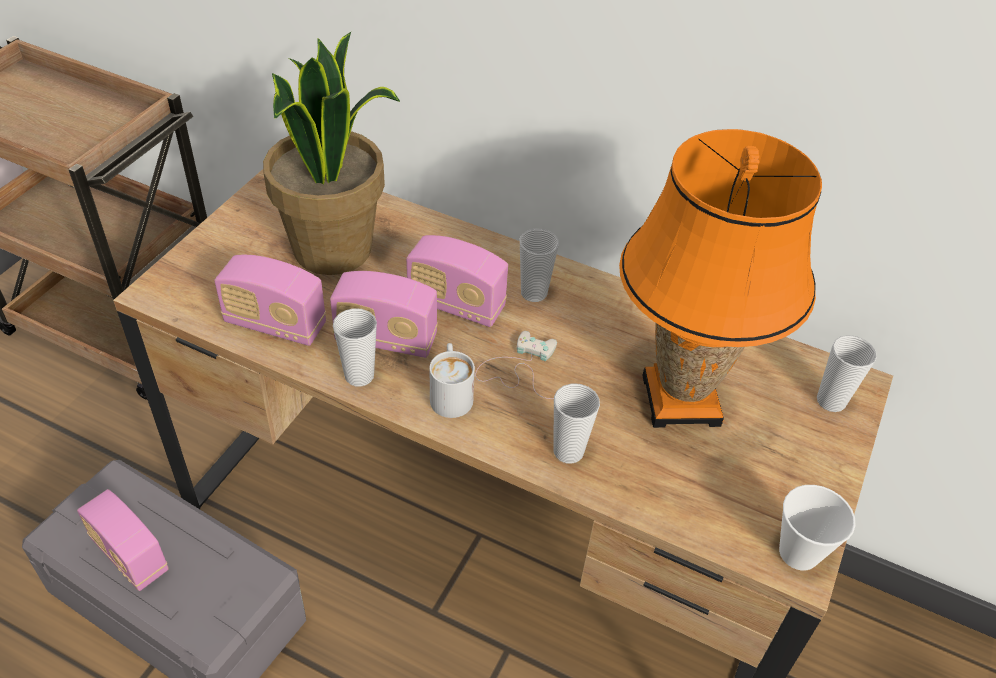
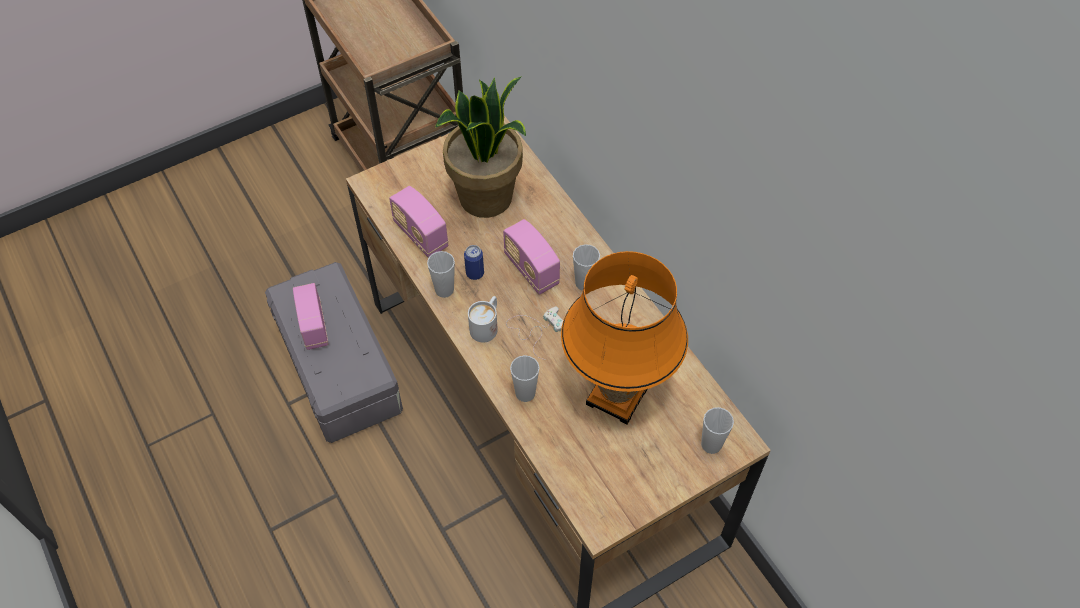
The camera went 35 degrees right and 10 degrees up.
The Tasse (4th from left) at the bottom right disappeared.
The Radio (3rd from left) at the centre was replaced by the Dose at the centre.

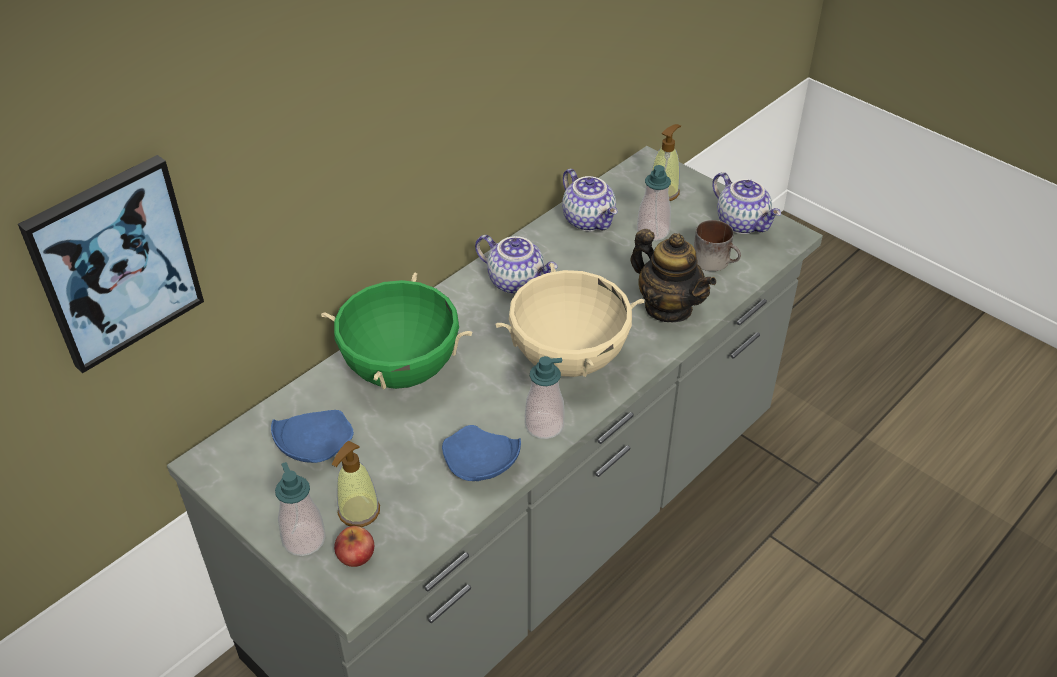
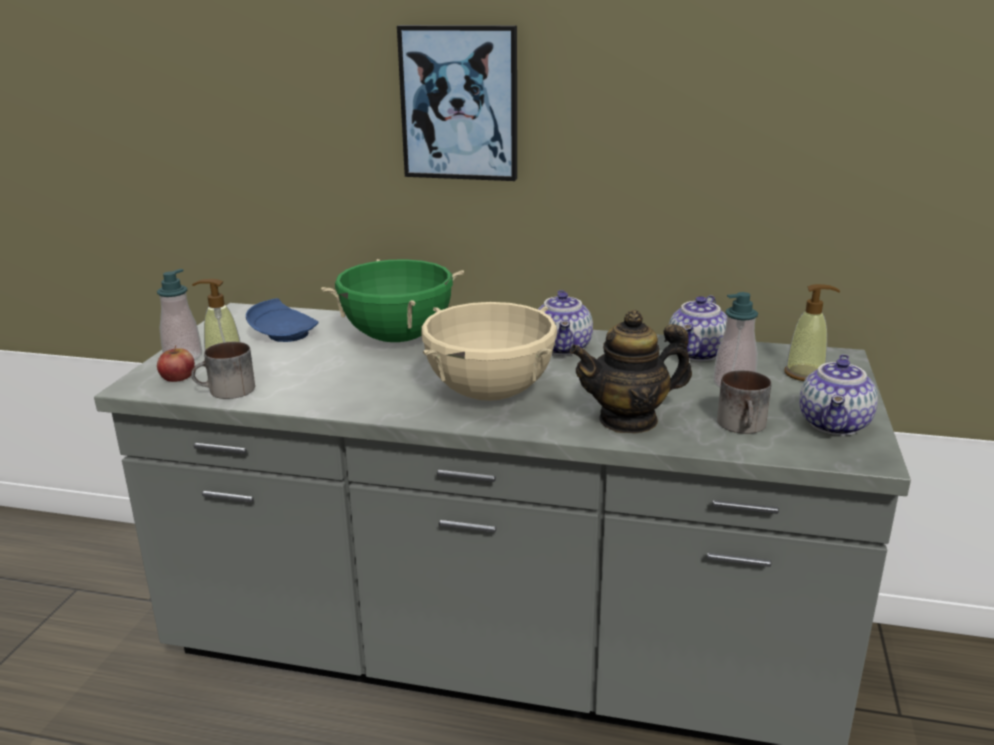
The camera went 60 degrees right and 20 degrees down.
The Teller/blau (2nd from left) at the bottom centre disappeared.
The Seifenspender (3rd from left) at the centre disappeared.
The Henkelbecher (1st from left) at the middle left appeared.
The Bild moved from the middle left to the top centre.
The Teekanne (3rd from left in the first image) at the centre turned 60 degrees clockwise.

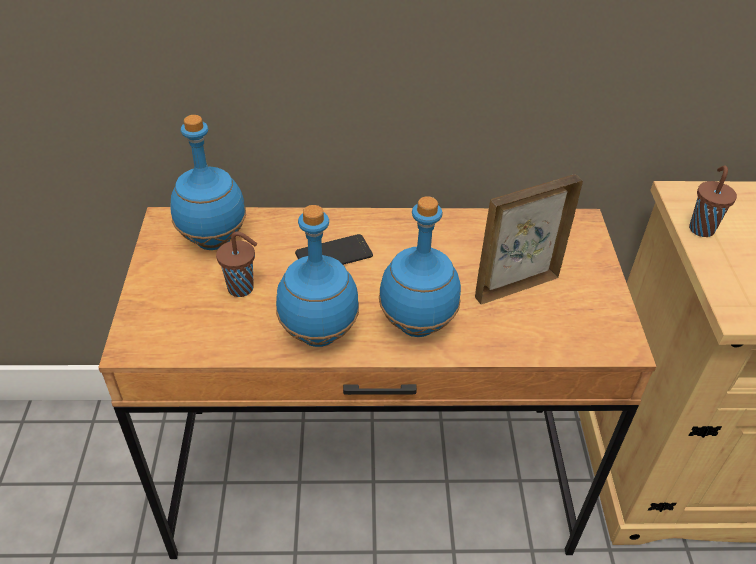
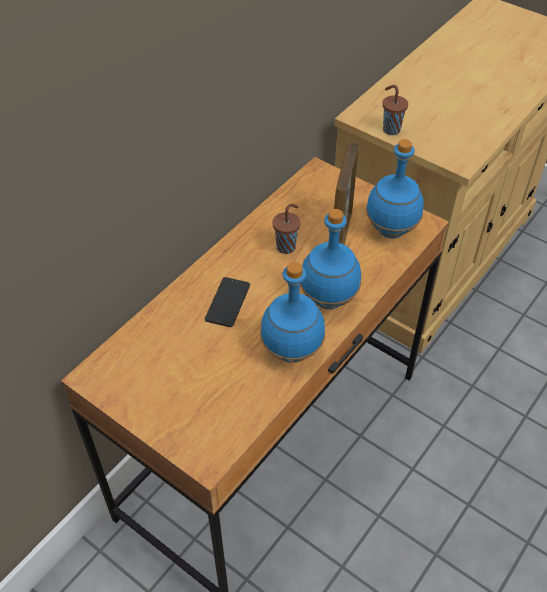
The camera went 50 degrees left and 5 degrees up.
The Flasche/blau (1st from left in the first image) moved from the top left to the top right.
The Tasse/braun (1st from left) moved from the middle left to the centre.

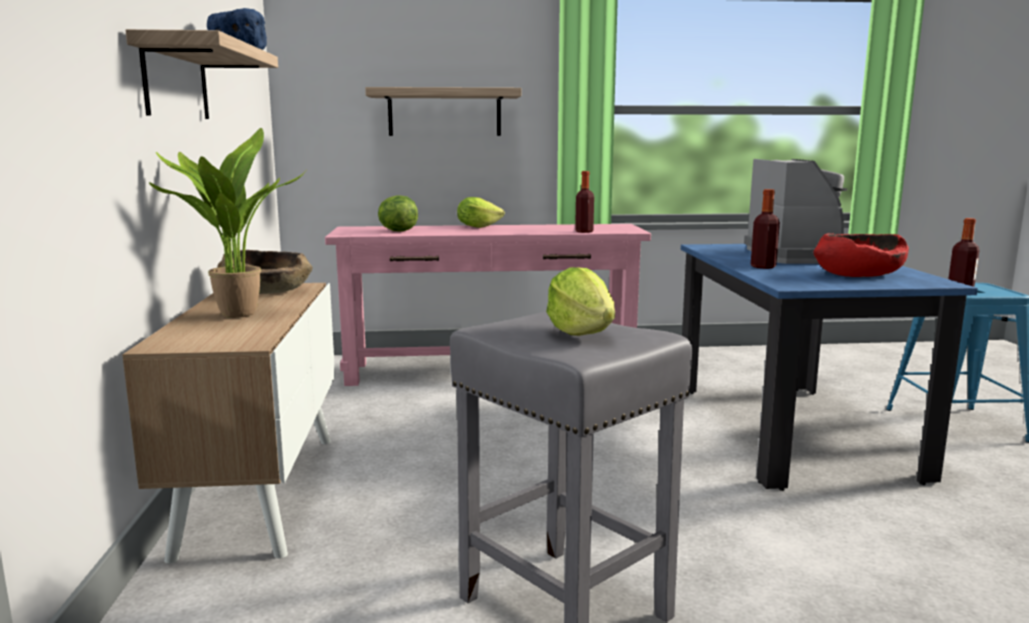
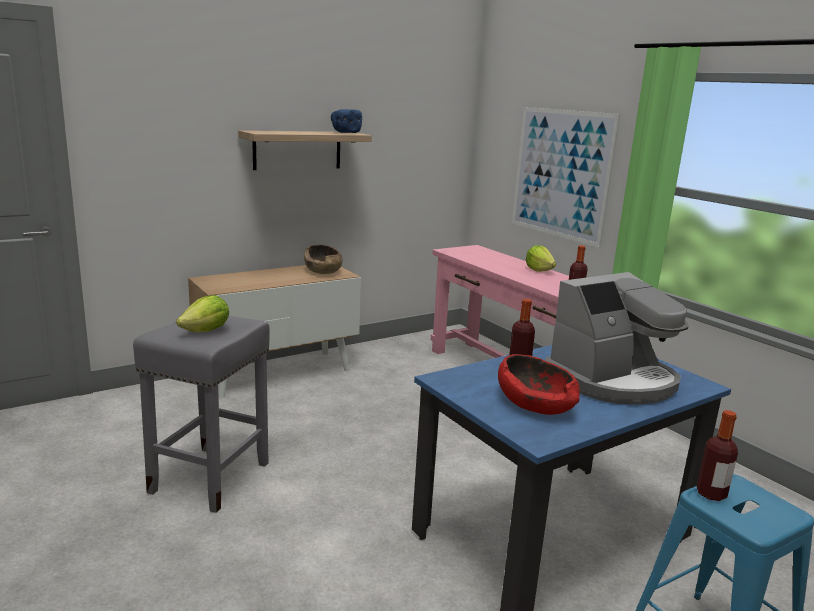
The camera went 60 degrees right and 5 degrees up.
The Topfpflanze at the middle left disappeared.
The Salatkopf (1st from left) at the centre disappeared.
The Wandregal (2nd from left) at the top centre was replaced by the Bild at the top right.

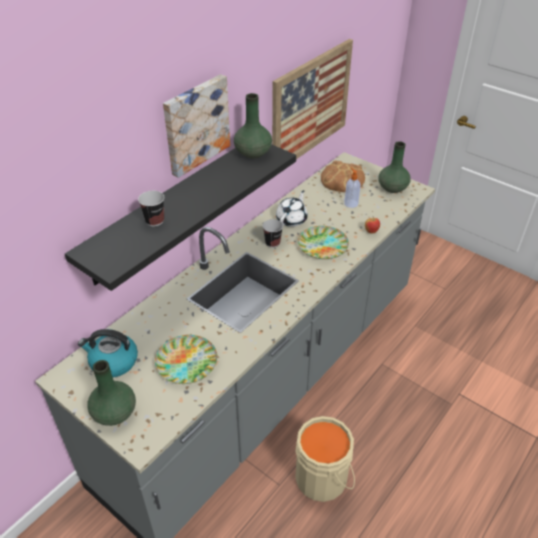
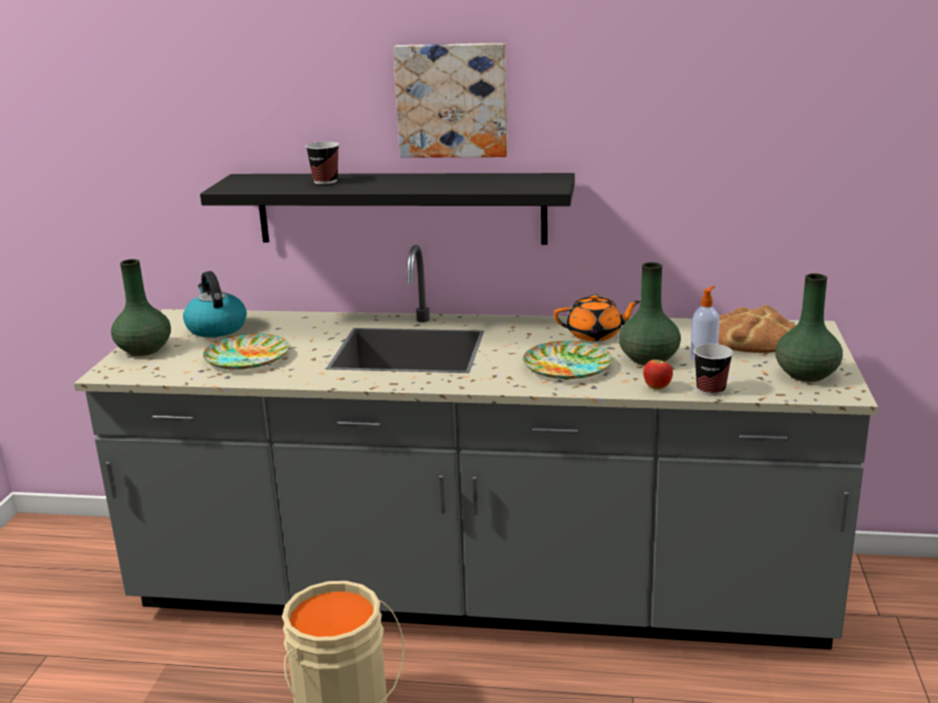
The camera went 60 degrees right and 20 degrees down.
The Bild (2nd from left) at the top centre disappeared.
The Vase/grün (2nd from left) moved from the top centre to the middle right.
The Tasse (2nd from left) moved from the centre to the middle right.
The Teekanne/weiß at the centre became the Teekanne/orange at the centre.

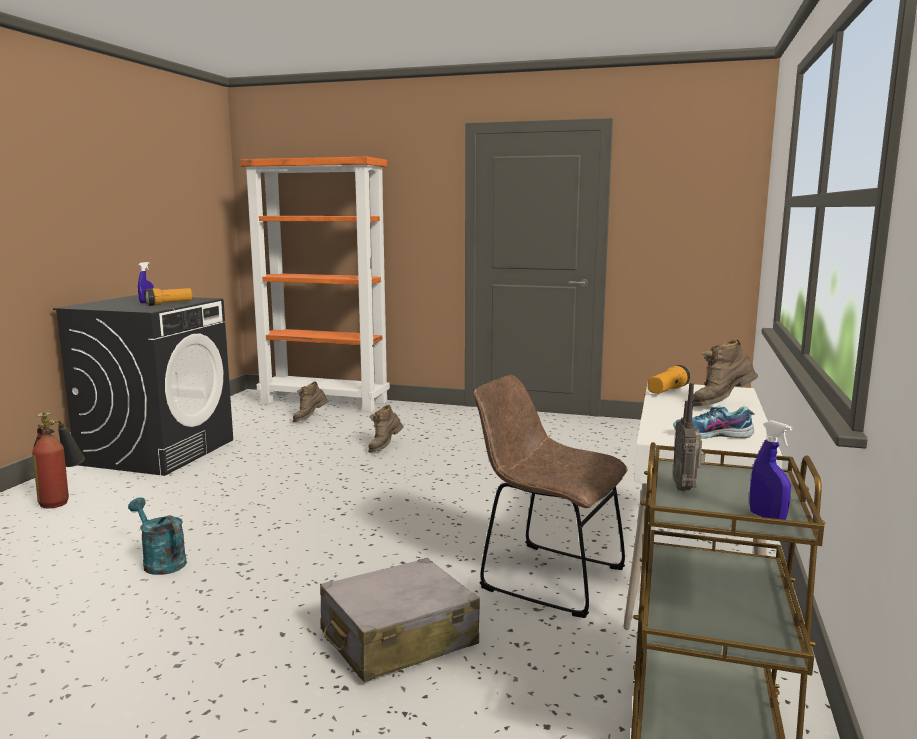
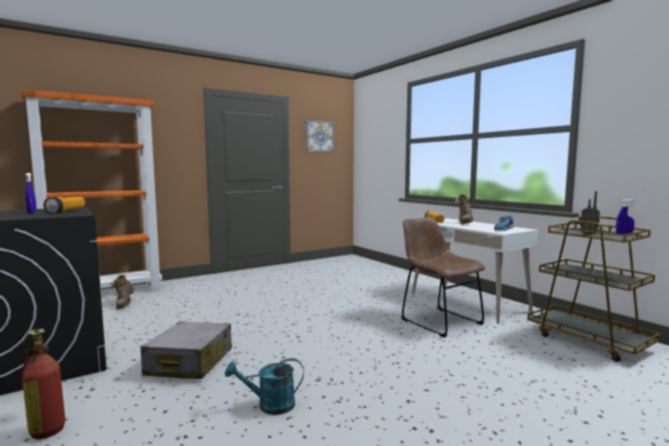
The camera went 50 degrees left and 5 degrees down.
The Stiefel/braun (2nd from left) at the centre disappeared.
The Bild at the top centre appeared.
The Koffer/grau moved from the bottom centre to the bottom left.
The Stuhl/braun at the bottom centre turned 75 degrees clockwise.

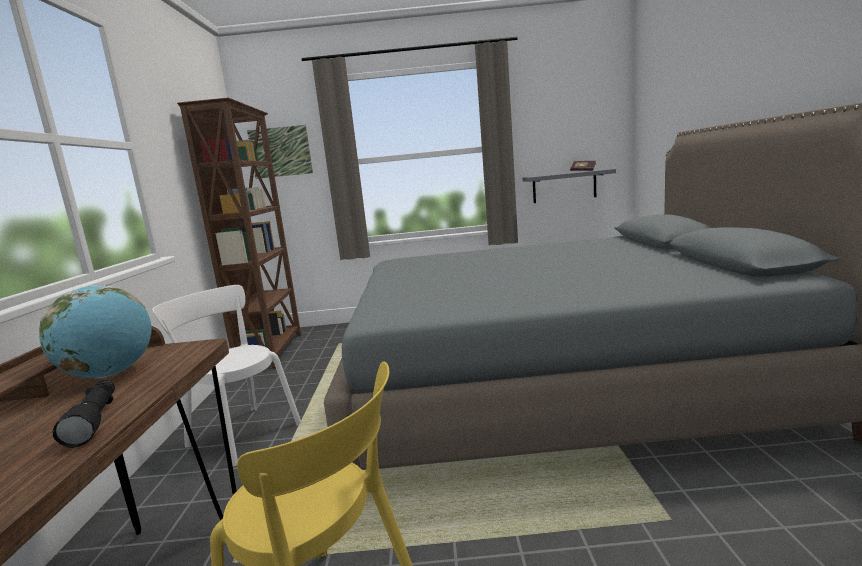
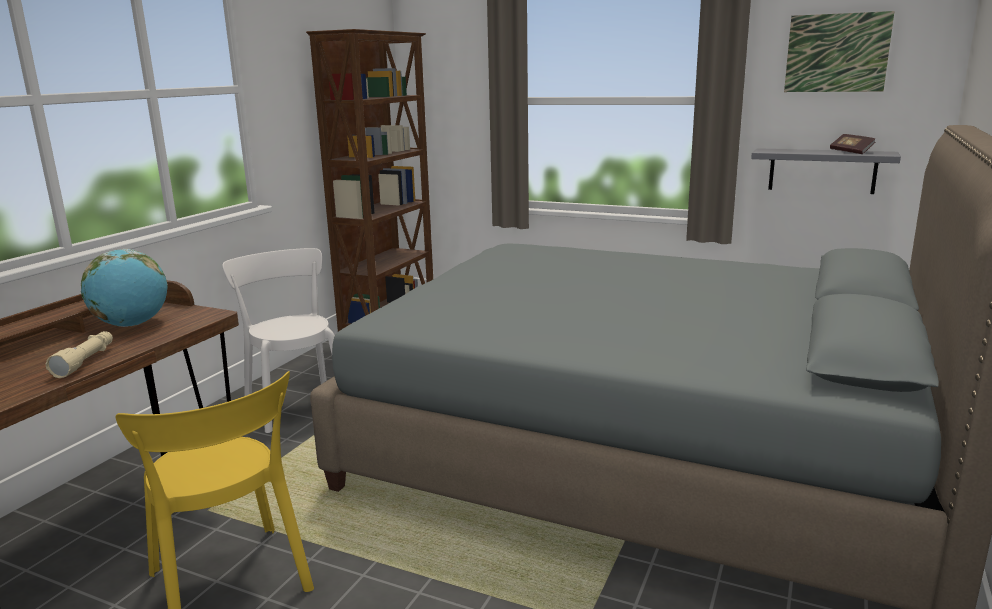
The camera went 25 degrees right and 5 degrees up.
The Bild moved from the top left to the top right.
The Taschenlampe/schwarz at the bottom left became the Taschenlampe/beige at the middle left.

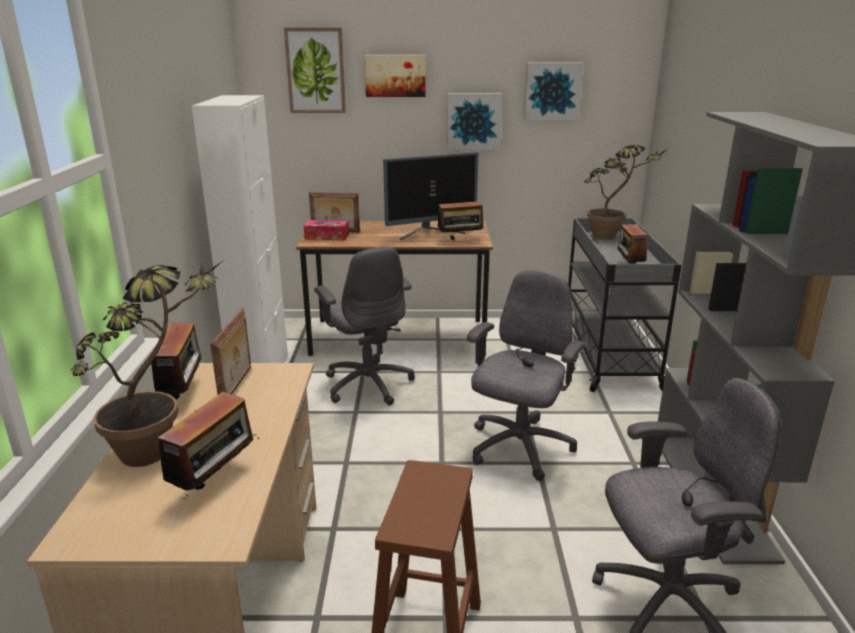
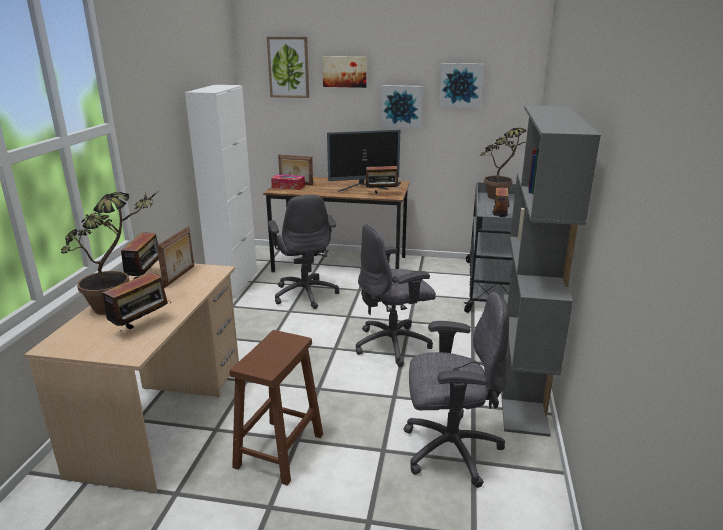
The camera went 10 degrees right and 0 degrees up.
The Bürostuhl/grau (2nd from left) at the centre turned 150 degrees counterclockwise.

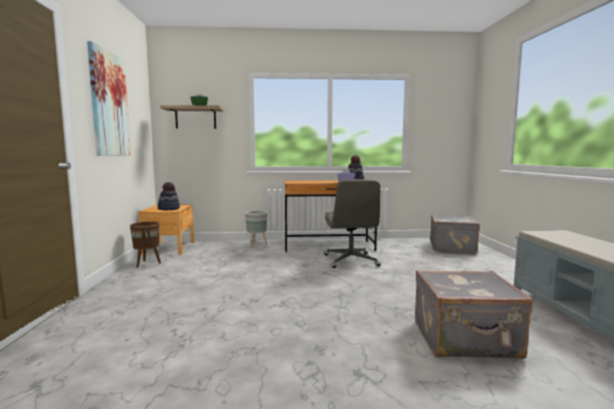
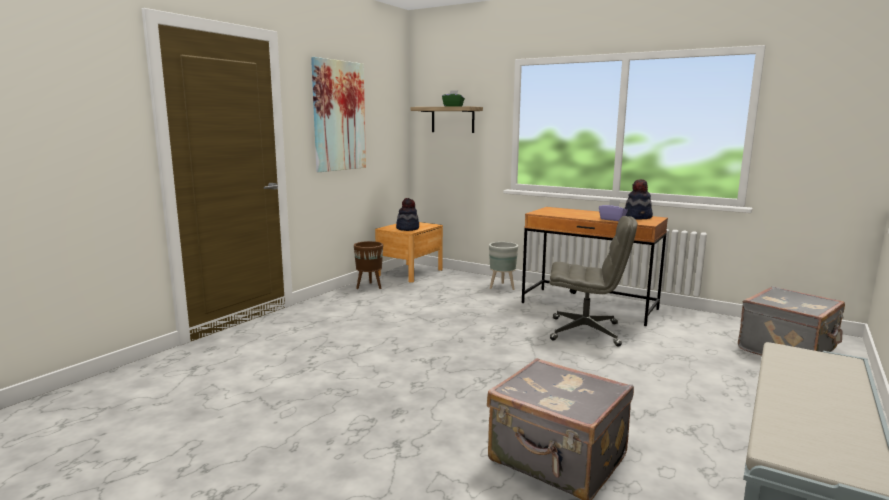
The camera went 35 degrees right and 5 degrees up.
The Bürostuhl/grau at the centre turned 105 degrees counterclockwise.

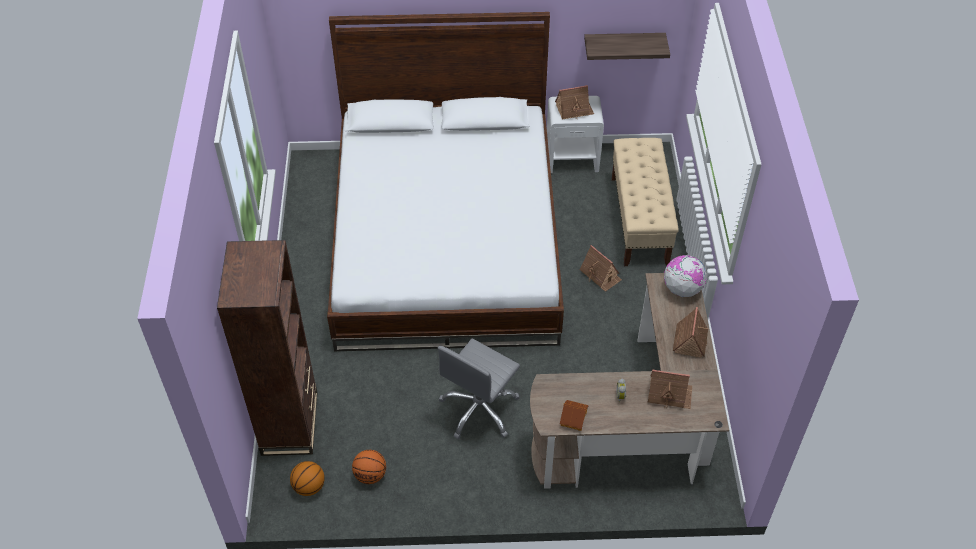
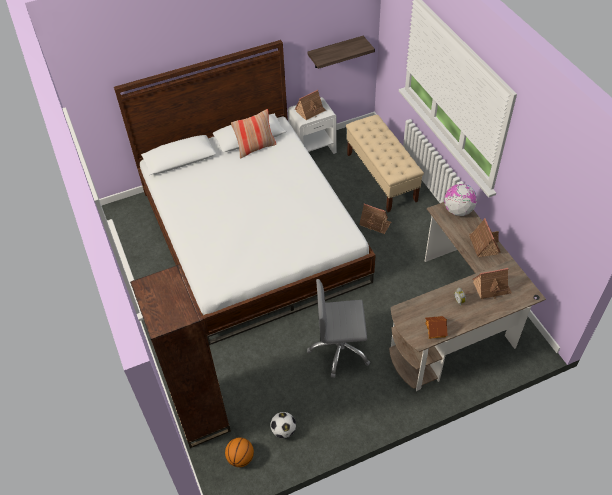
The camera went 20 degrees left and 0 degrees up.
The Kissen at the top centre appeared.
The Basketball (2nd from left) at the bottom centre was replaced by the Fußball at the bottom centre.
The Bürostuhl/grau at the bottom centre turned 75 degrees clockwise.

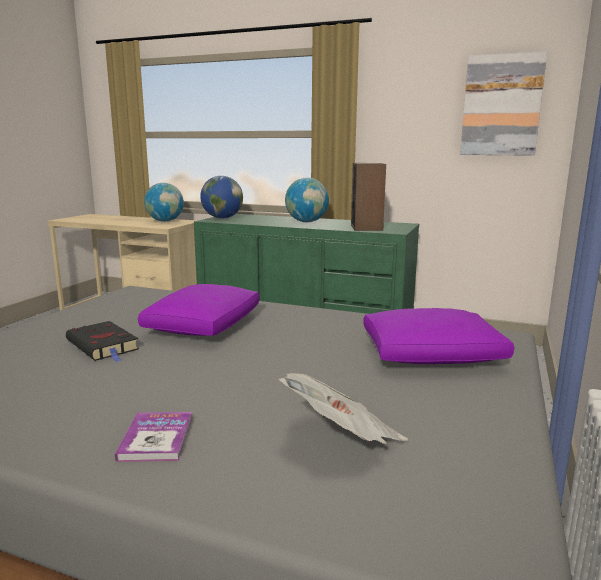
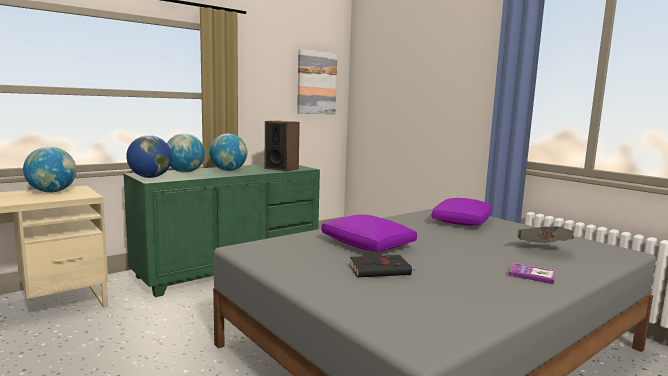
The camera went 60 degrees left and 5 degrees down.
The Globus (3rd from left) at the middle left appeared.

